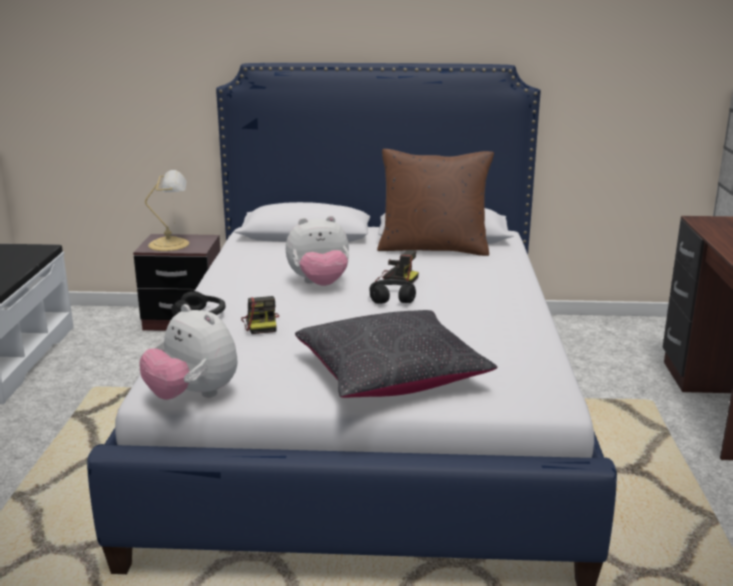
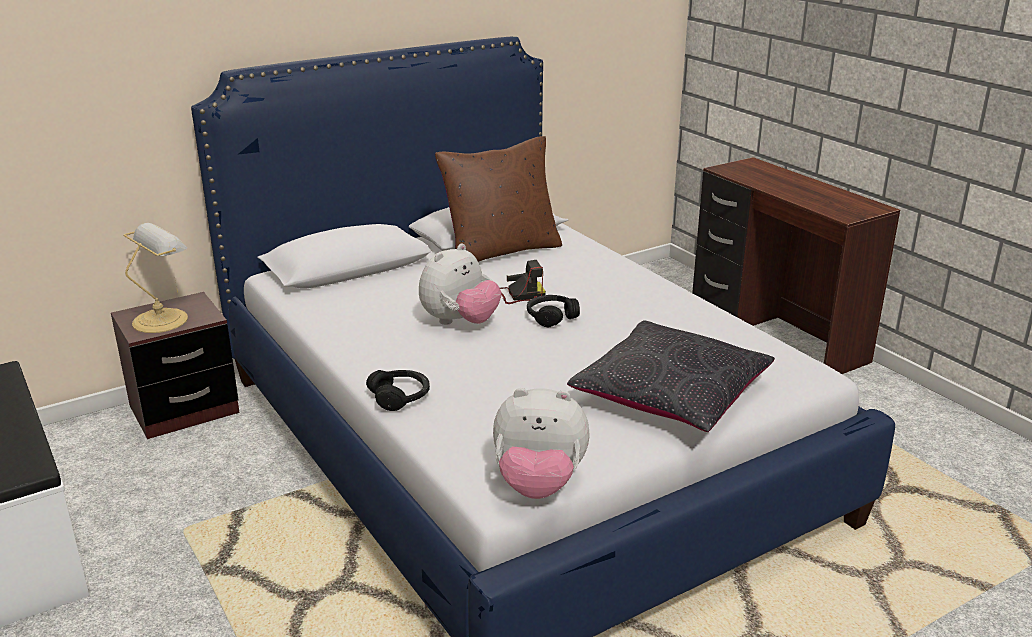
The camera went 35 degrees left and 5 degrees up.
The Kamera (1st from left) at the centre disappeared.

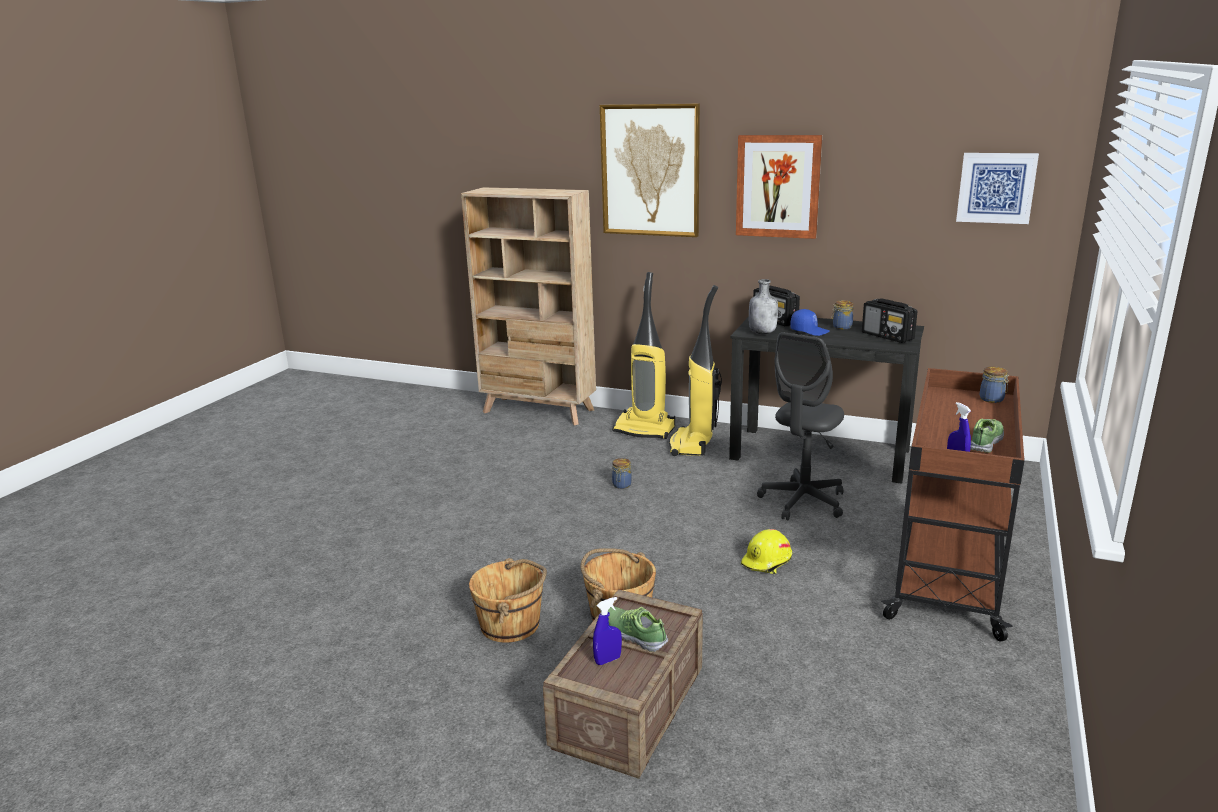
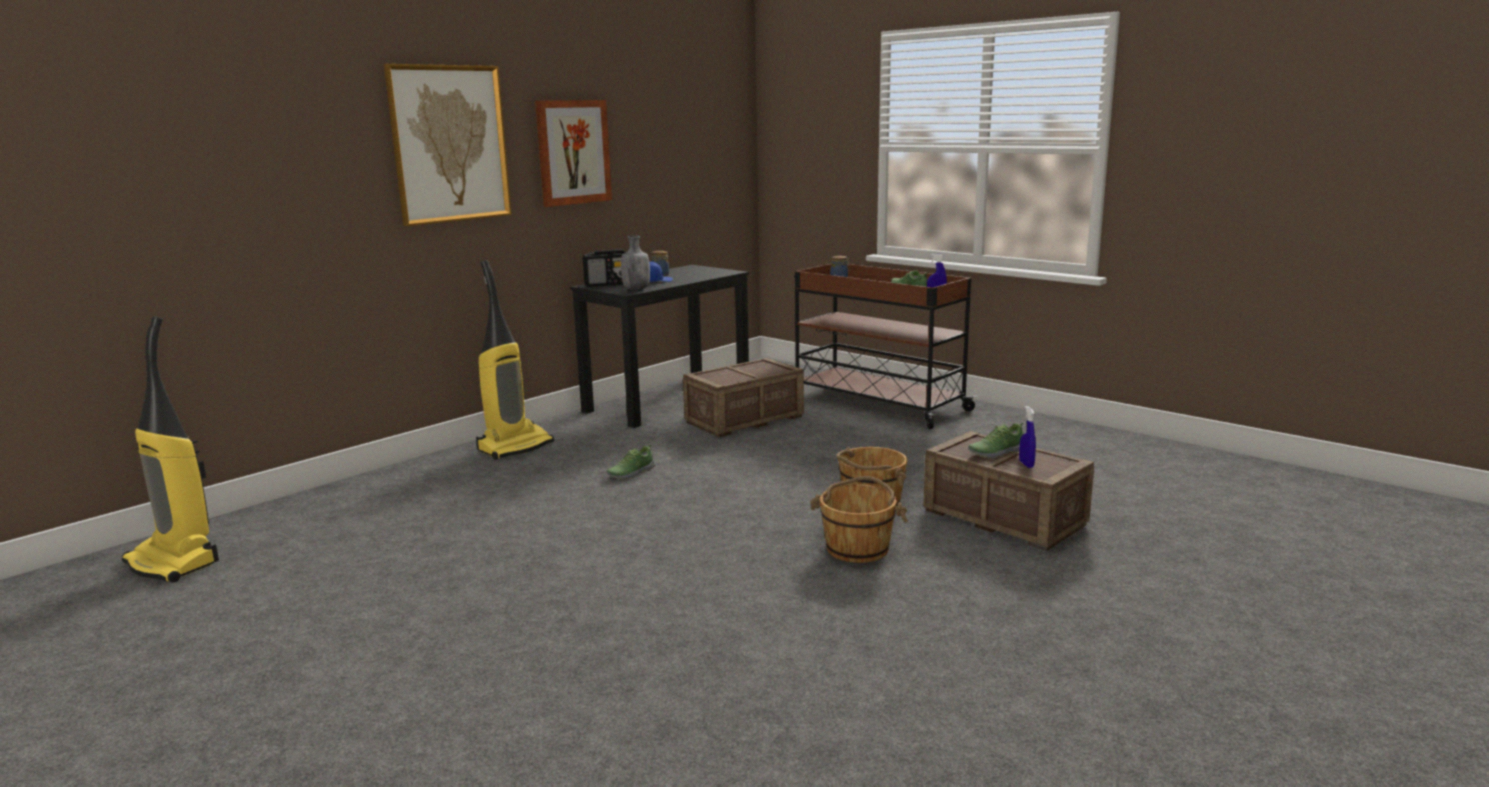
The camera went 70 degrees left and 5 degrees down.
The Bücherregal/beige at the centre disappeared.
The Schutzhelm/gelb at the bottom centre disappeared.
The Radio (2nd from left) at the middle right disappeared.
The Bild (3rd from left) at the top right disappeared.
The Staubsauger (2nd from left in the first image) moved from the centre to the middle left.
The Vorratsglas (1st from left) at the centre was replaced by the Schuh (1st from left) at the centre.
The Bürostuhl/grau at the centre was replaced by the Kiste (1st from left) at the centre.

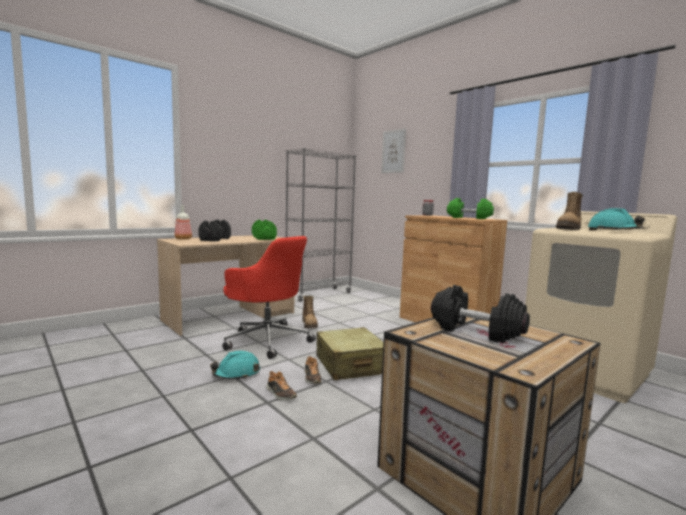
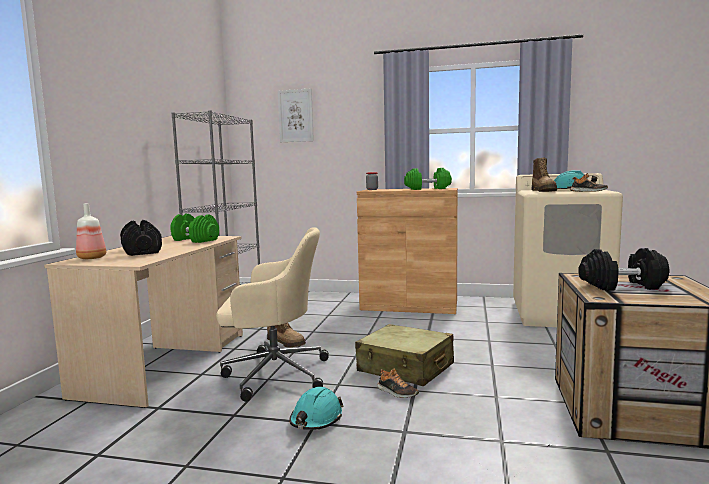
The camera went 35 degrees left and 0 degrees up.
The Schuh (1st from left in the first image) moved from the bottom centre to the middle right.
The Bürostuhl/rot at the centre became the Bürostuhl/beige at the centre.

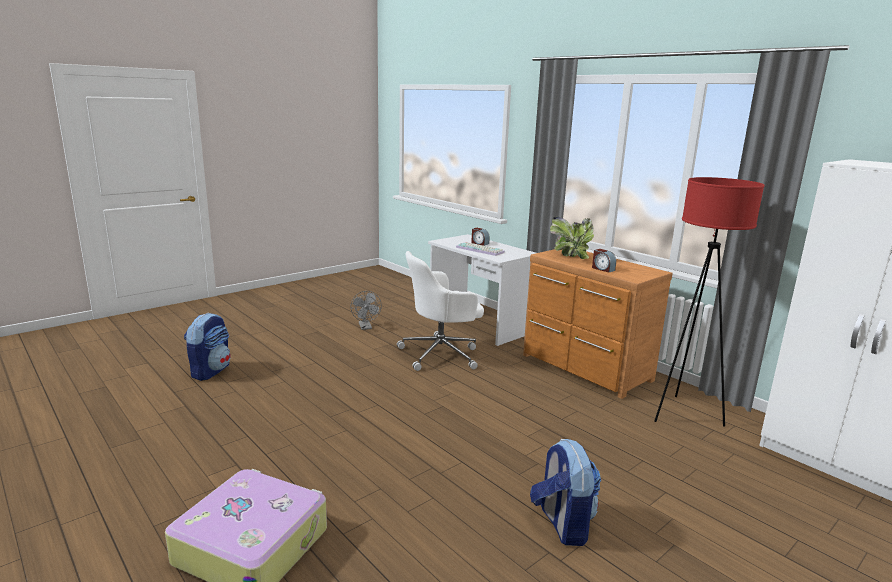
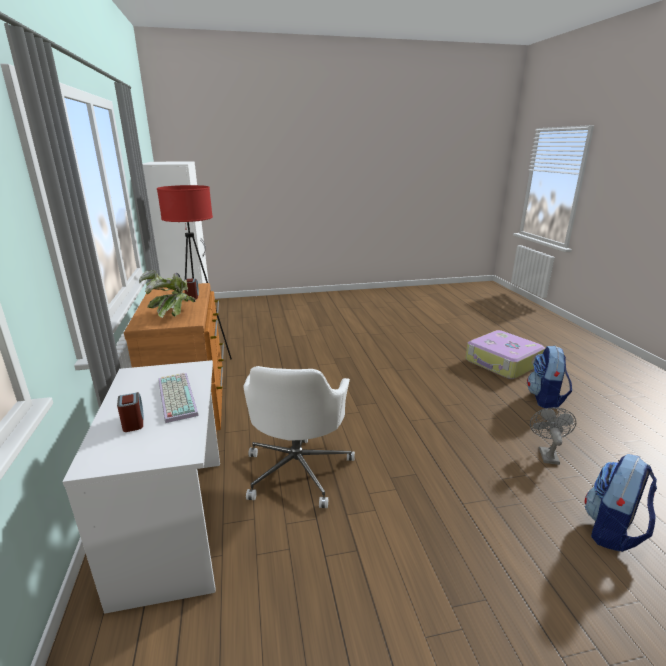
The camera went 150 degrees left and 5 degrees up.
The Ventilator/grau moved from the centre to the middle right.
The Rucksack (2nd from left in the first image) moved from the bottom centre to the middle right.
The Bürostuhl/weiß at the centre turned 90 degrees clockwise.

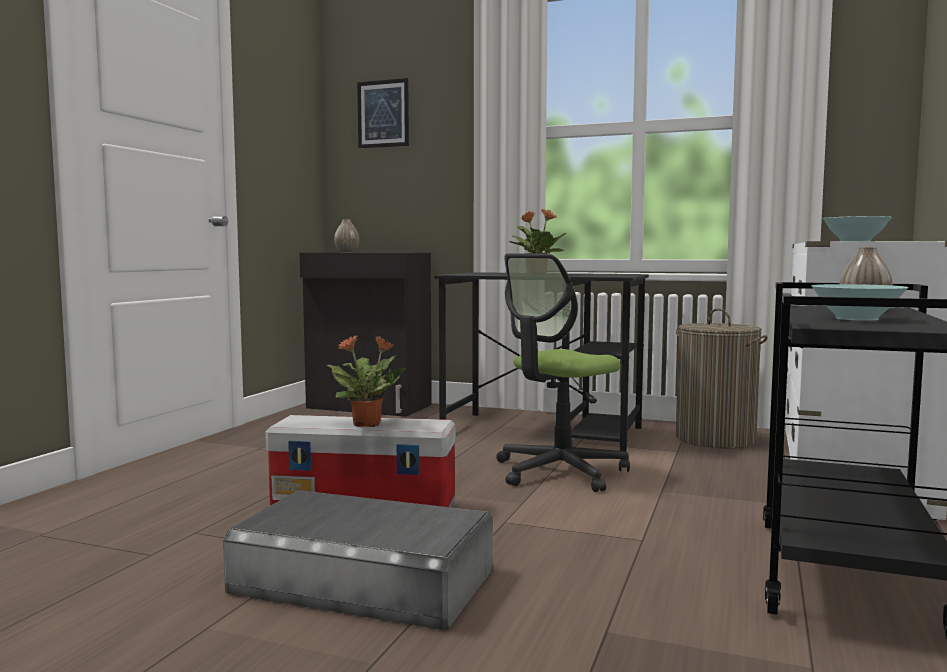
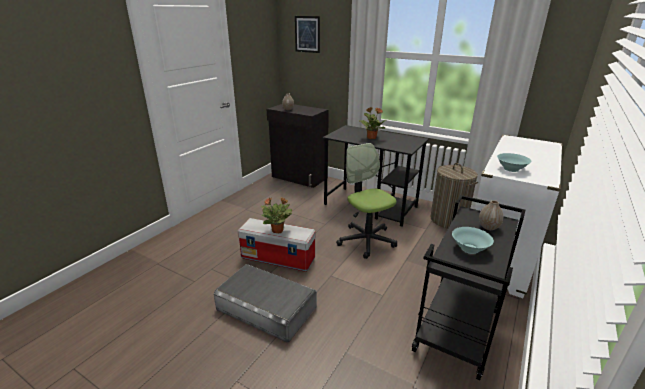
The camera went 10 degrees right and 20 degrees up.
The Bürostuhl at the centre turned 90 degrees clockwise.

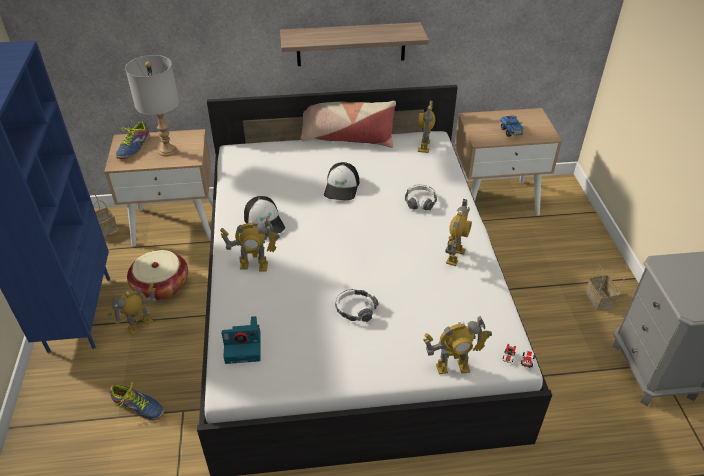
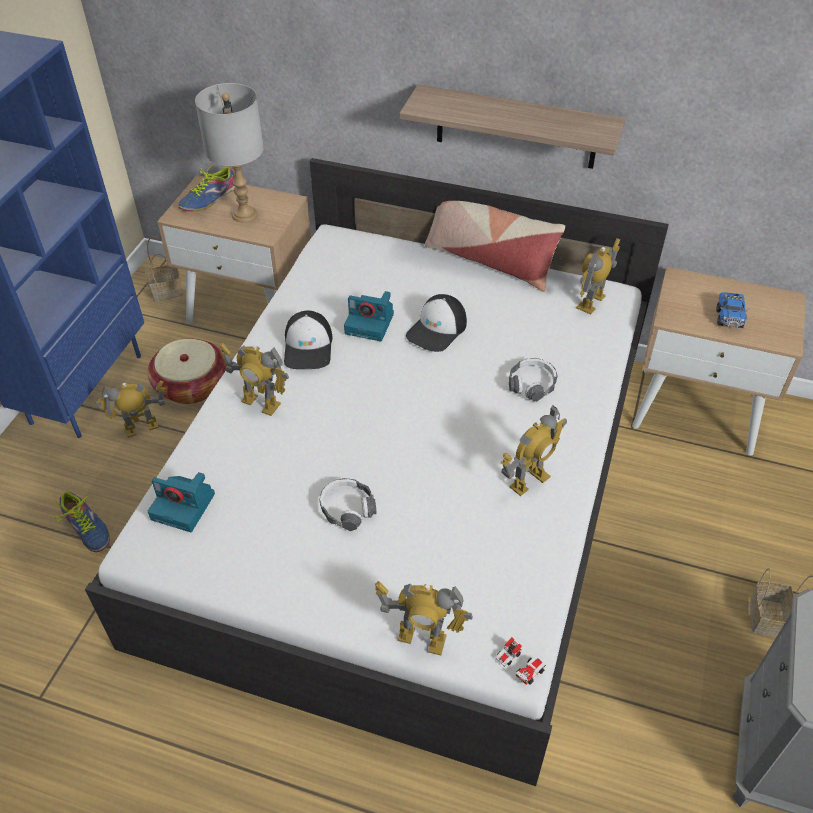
The camera went 25 degrees right and 5 degrees up.
The Kamera (2nd from left) at the centre appeared.

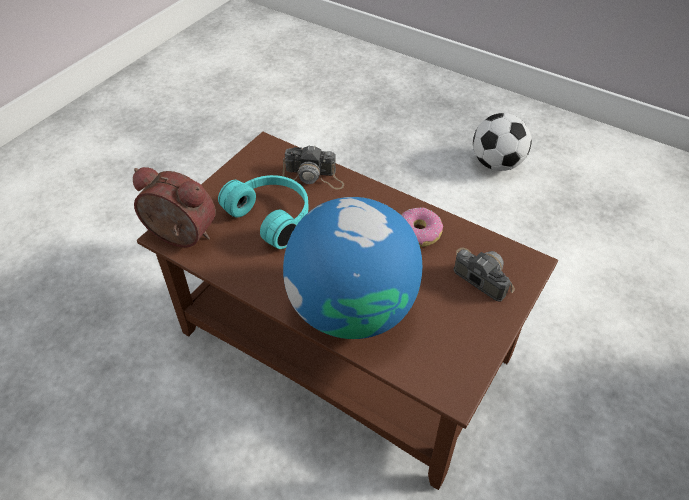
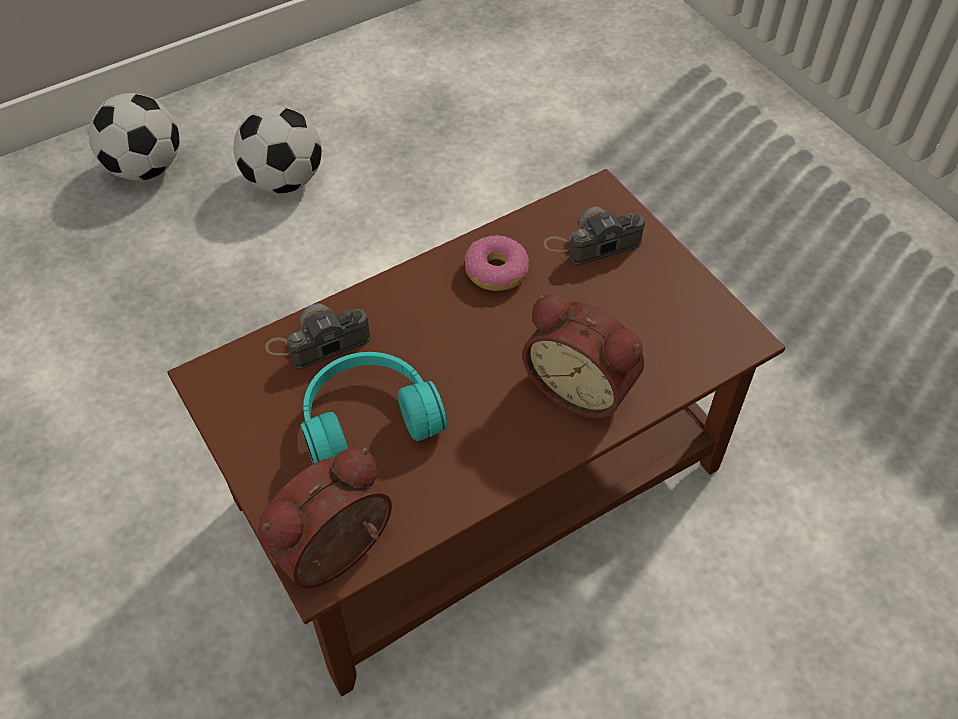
The camera went 65 degrees left and 5 degrees up.
The Fußball (1st from left) at the top left appeared.
The Globus at the centre was replaced by the Wecker (2nd from left) at the centre.
The Kamera (1st from left) at the centre turned 150 degrees counterclockwise.

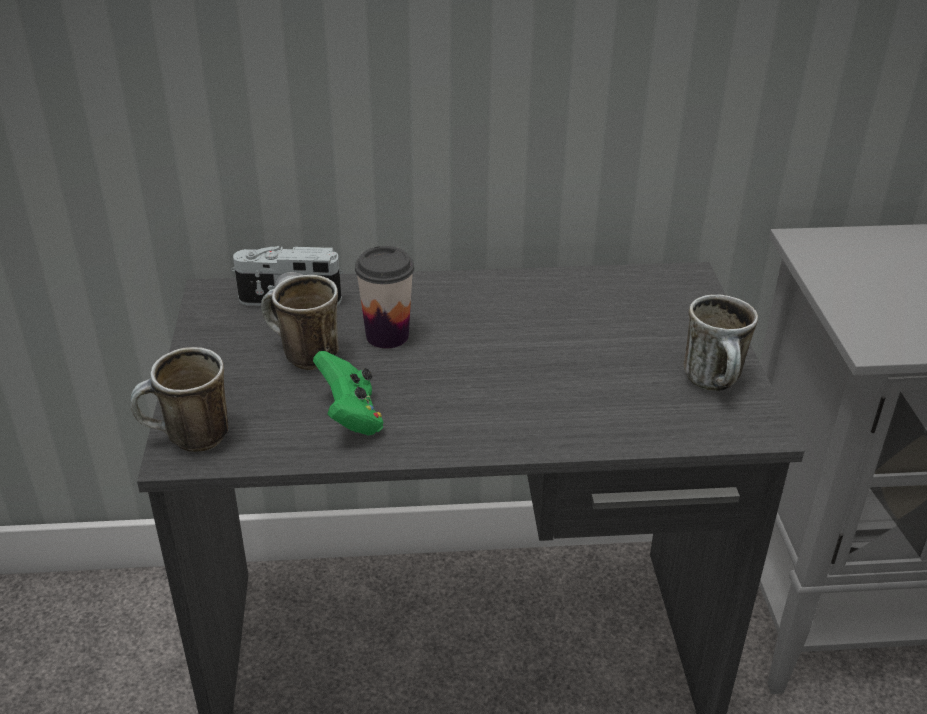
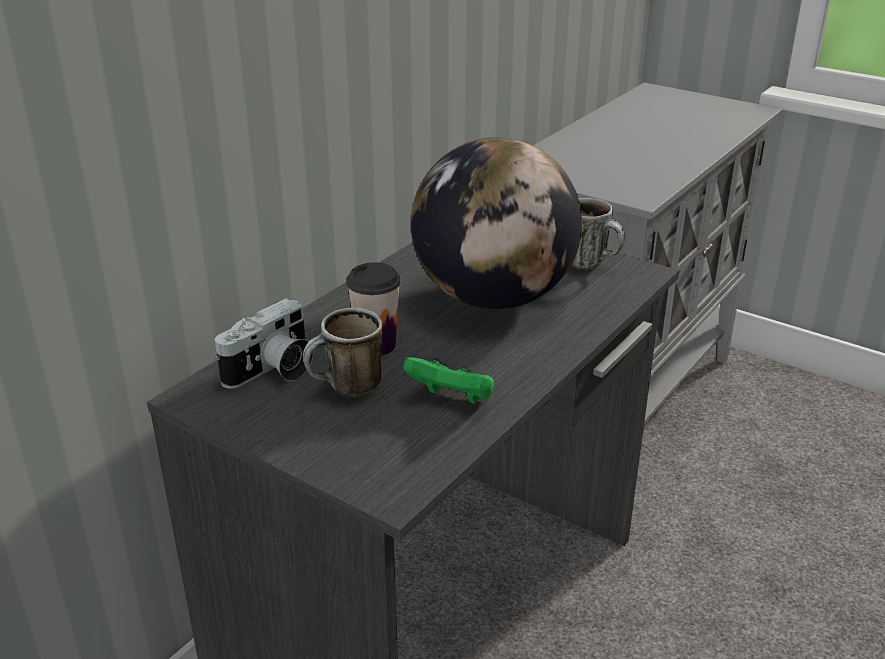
The camera went 50 degrees left and 5 degrees down.
The Henkelbecher (1st from left) at the middle left disappeared.
The Globus at the centre appeared.

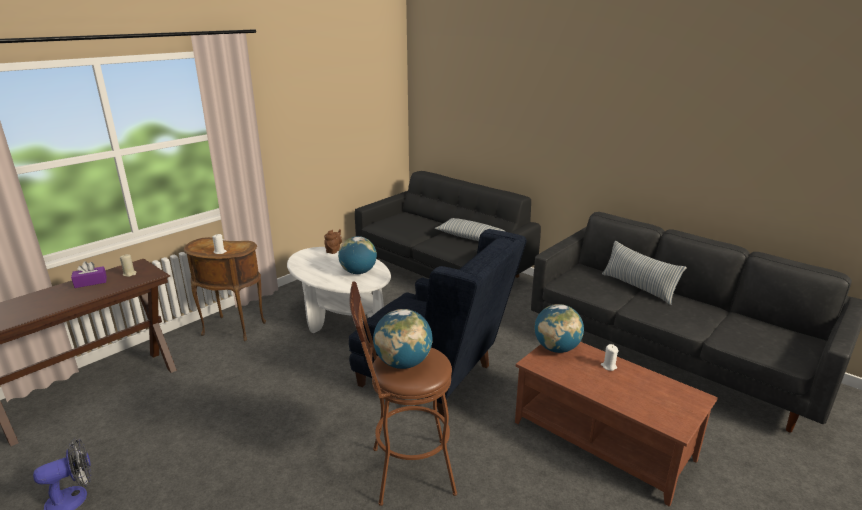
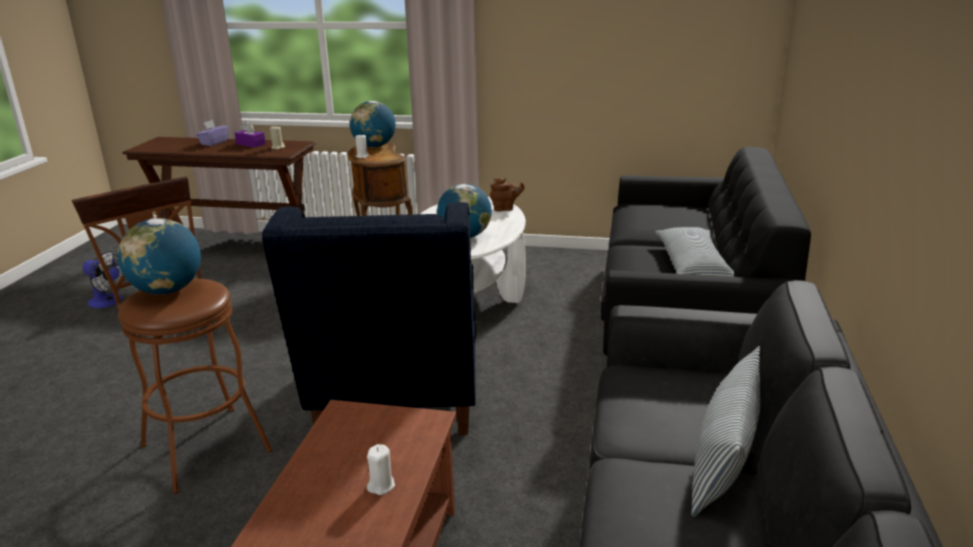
The camera went 60 degrees right and 0 degrees up.
The Taschentuchbox/lila (1st from left) at the top left appeared.
The Globus (3rd from left in the first image) moved from the centre to the top centre.

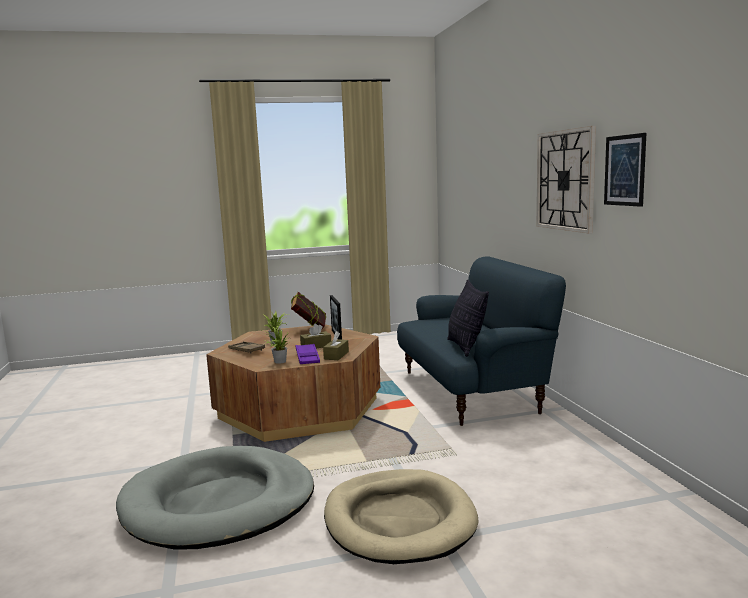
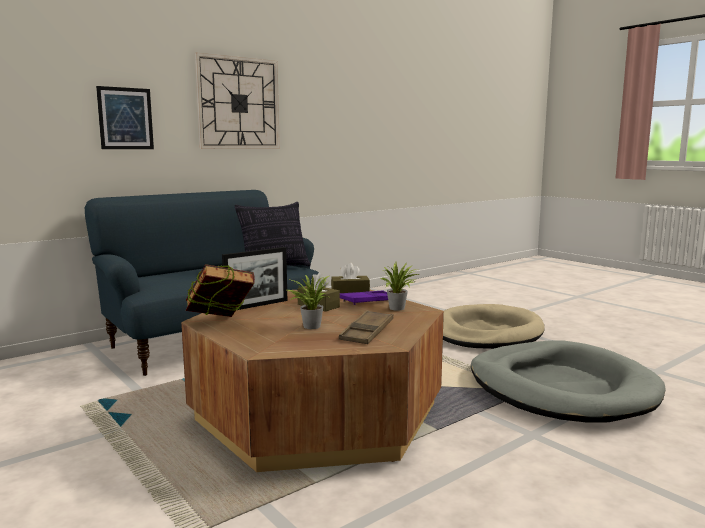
The camera went 115 degrees left and 0 degrees up.
The Bild moved from the top right to the top left.

